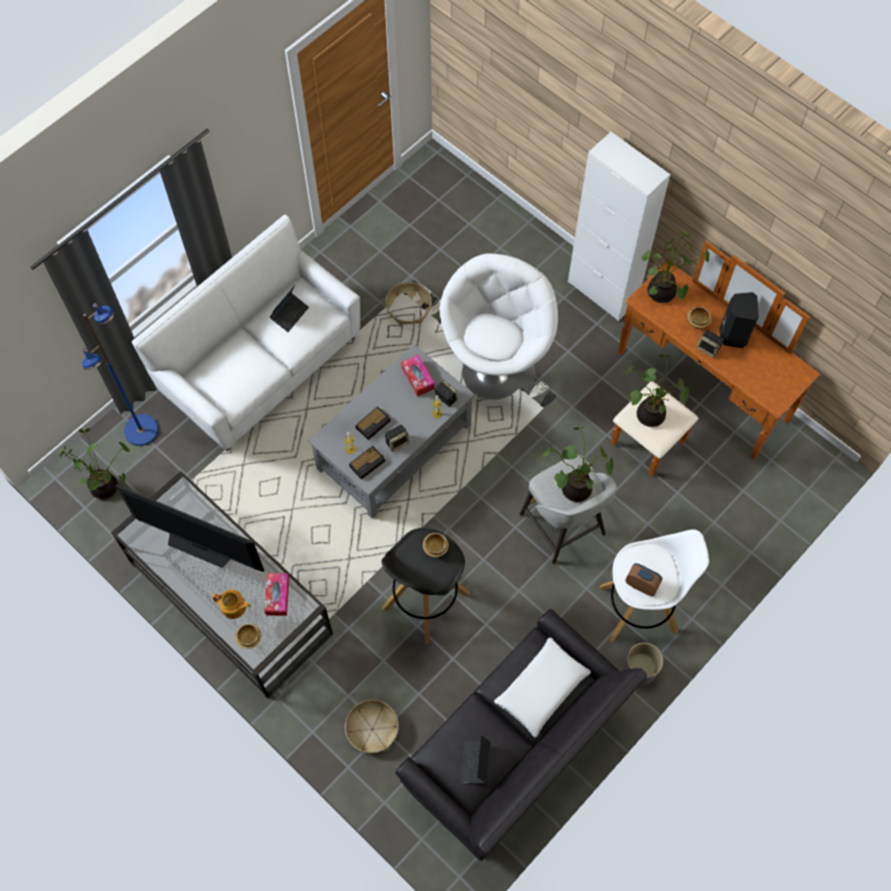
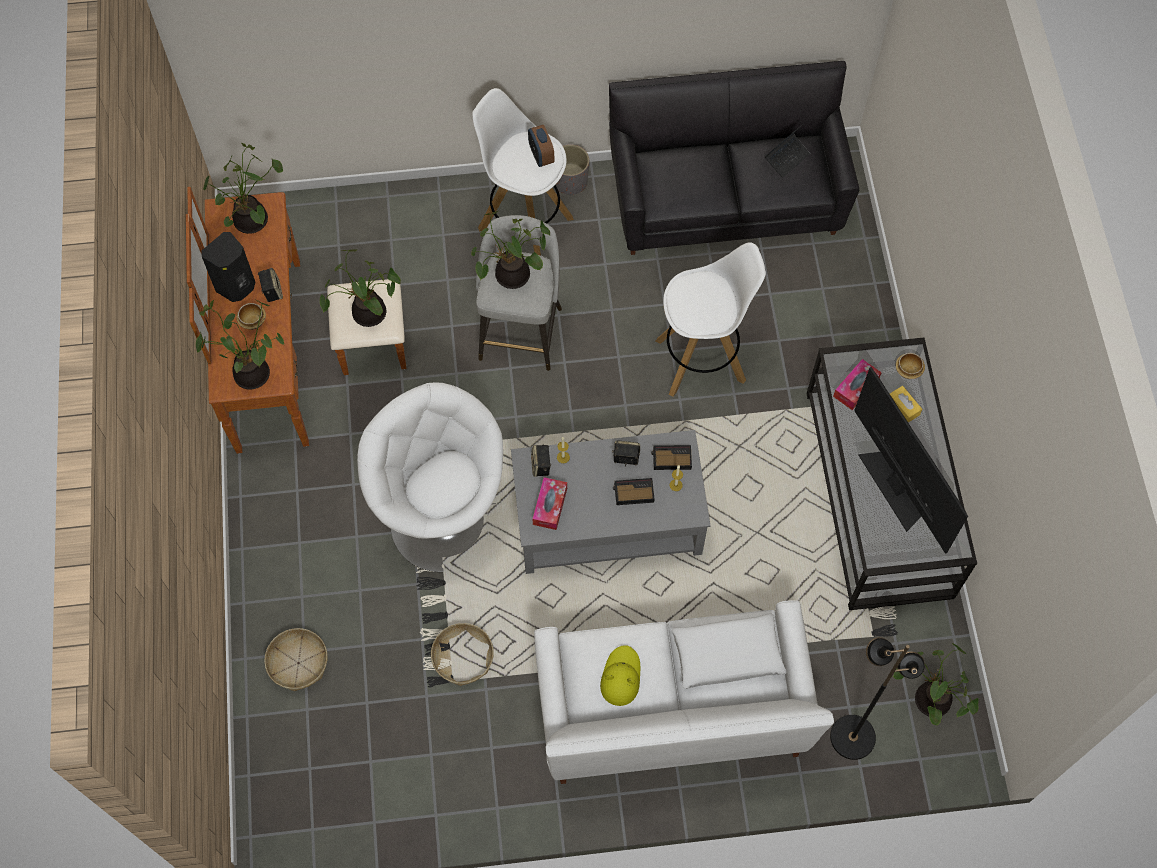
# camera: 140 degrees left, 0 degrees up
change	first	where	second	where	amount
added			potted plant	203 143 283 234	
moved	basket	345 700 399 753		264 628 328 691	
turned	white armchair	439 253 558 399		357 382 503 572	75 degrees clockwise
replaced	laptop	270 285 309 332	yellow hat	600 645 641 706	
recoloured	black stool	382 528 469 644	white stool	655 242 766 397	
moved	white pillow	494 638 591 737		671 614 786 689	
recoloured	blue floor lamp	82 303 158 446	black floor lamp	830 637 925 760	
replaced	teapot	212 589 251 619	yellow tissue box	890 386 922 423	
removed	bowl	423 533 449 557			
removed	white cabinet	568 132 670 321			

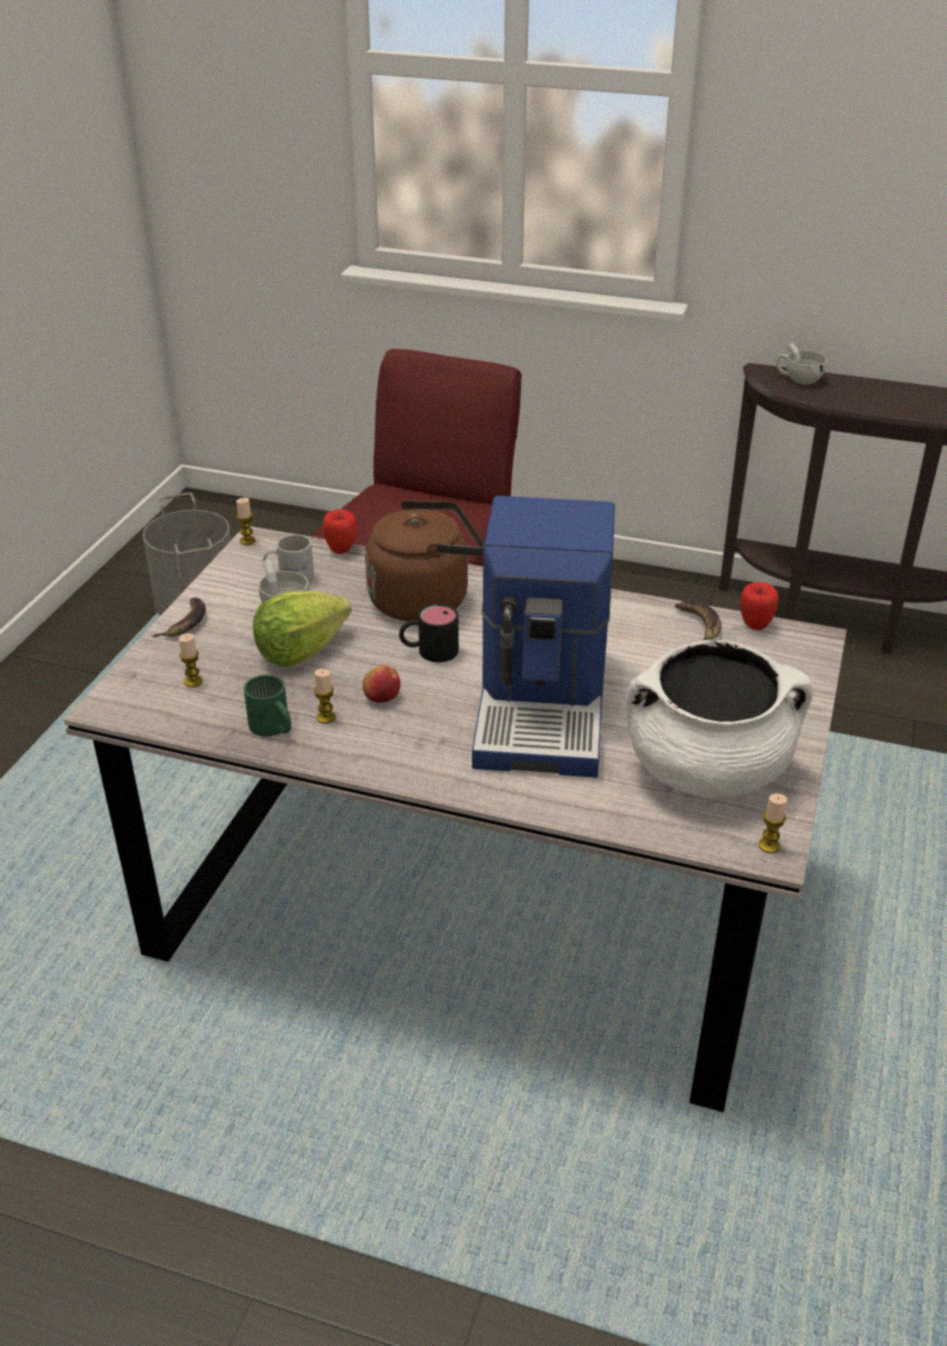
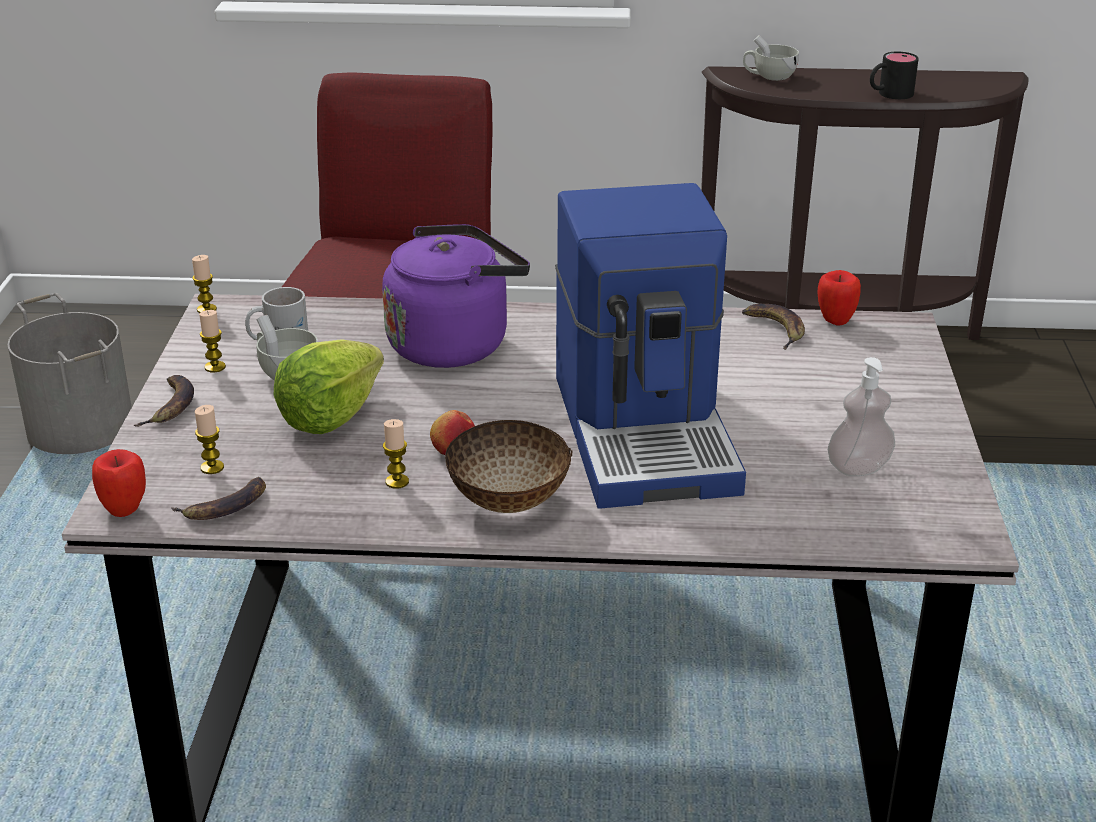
# camera: 15 degrees left, 5 degrees down
change	first	where	second	where	amount
moved	apple	323 509 357 554		92 449 146 517	
added			banana	171 477 266 520	
moved	candle	758 794 787 853		199 310 226 373	
recoloured	brown kettle	365 500 484 621	purple kettle	382 224 530 368	
added			bowl	445 420 573 513	
replaced	white cooking pot	625 640 813 797	soap dispenser	828 357 895 476	
moved	black mug	399 604 459 662		870 52 919 99	
removed	green mug	244 675 291 737			

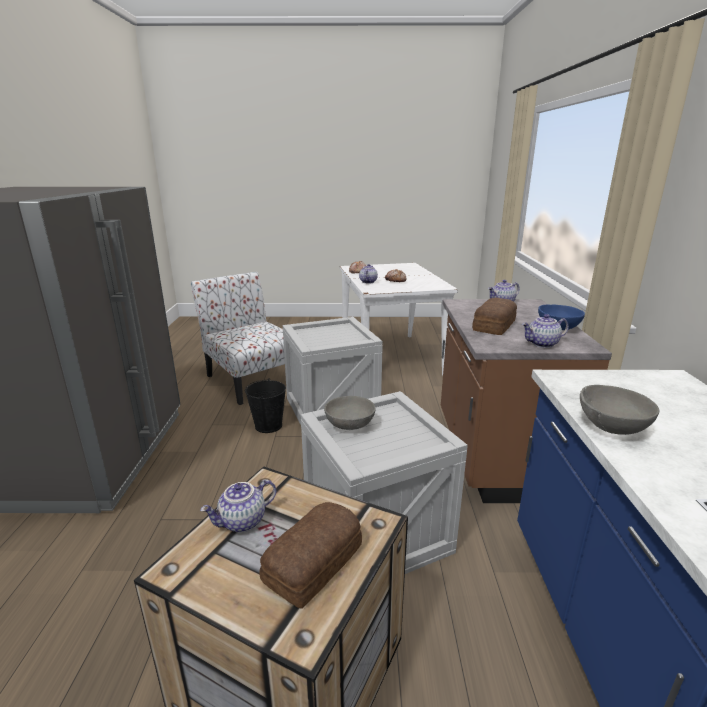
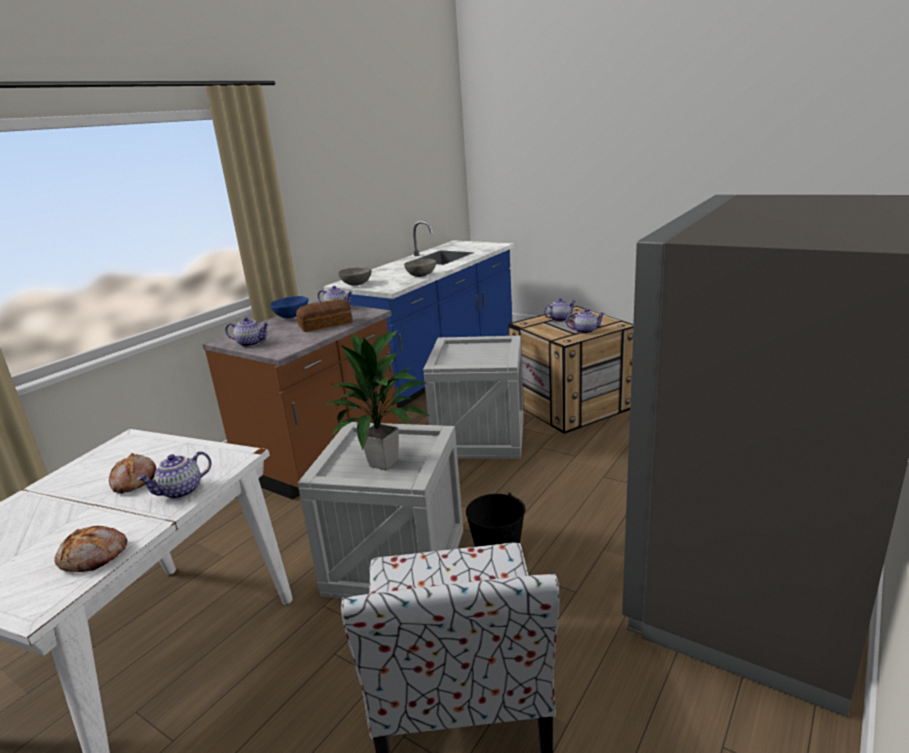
# camera: 145 degrees left, 0 degrees up
change	first	where	second	where	amount
added			potted plant	324 331 431 470	
moved	grey bowl	324 396 375 430		338 267 372 286	
replaced	bread	259 502 362 609	teapot	544 298 575 321	

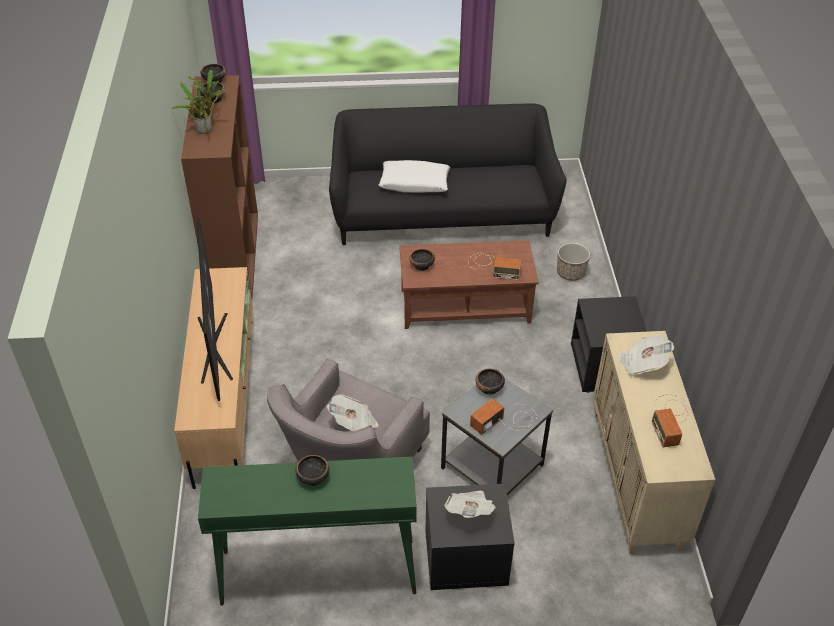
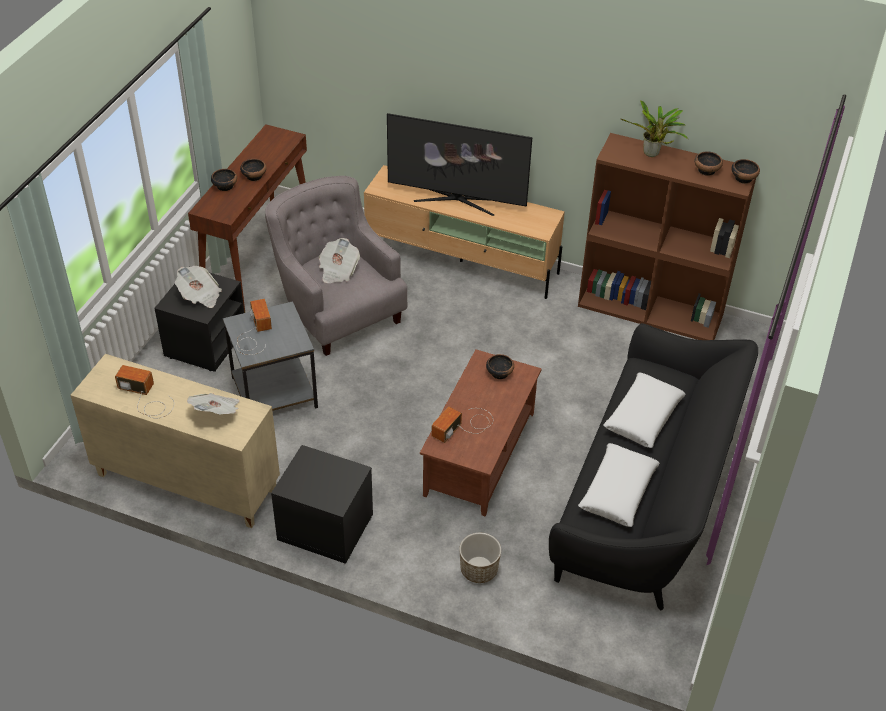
# camera: 115 degrees right, 0 degrees up
change	first	where	second	where	amount
recoloured	green console table	198 457 417 606	brown console table	188 124 307 313	
moved	bowl	475 368 505 395		211 169 237 191	
added			white pillow	578 443 660 527	

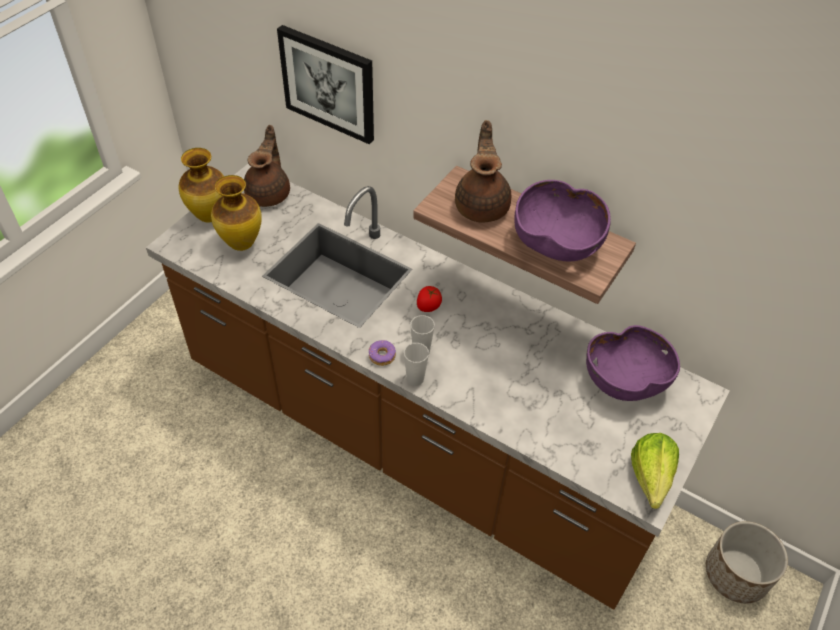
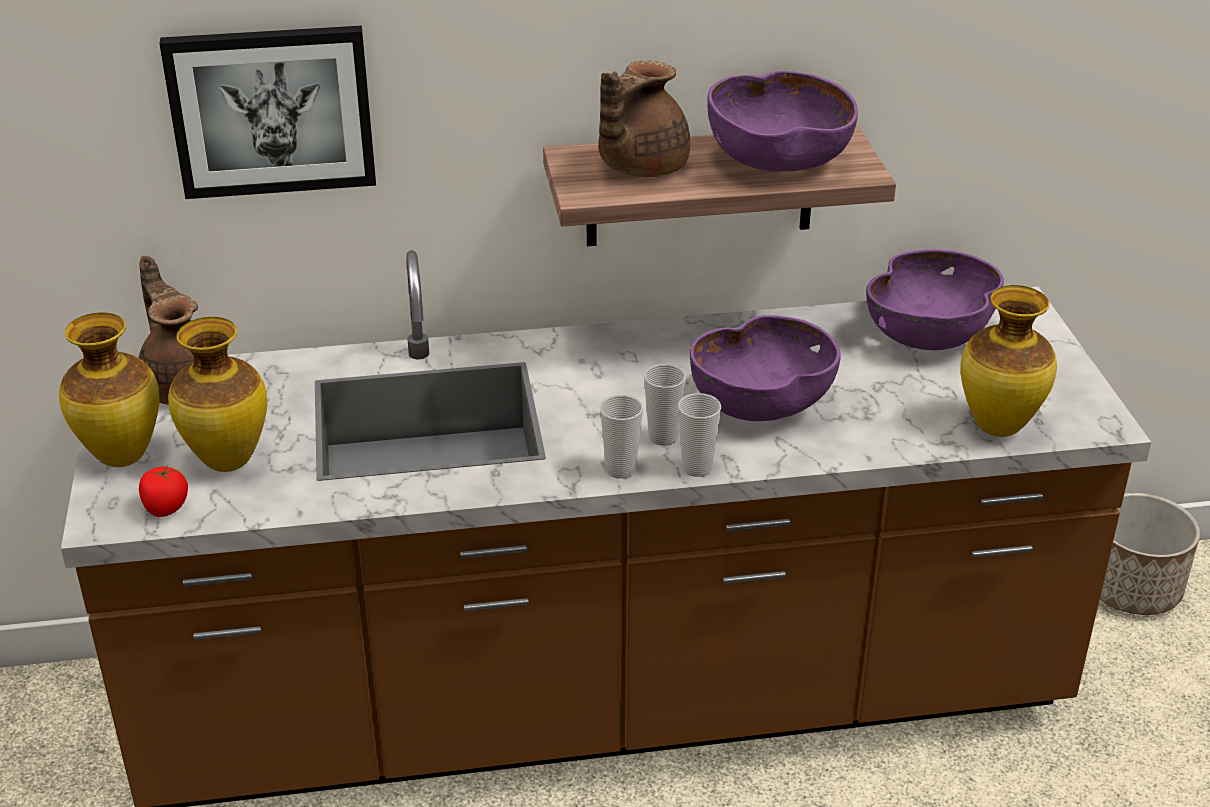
# camera: 40 degrees left, 15 degrees down
change	first	where	second	where	amount
moved	tomato	417 286 442 312		139 465 188 517	
turned	brown teapot	455 120 511 223		598 61 690 177	105 degrees counterclockwise
replaced	donut	369 340 396 366	cup	600 395 643 479	
added			purple bowl	690 315 841 421	
added			vase	961 285 1057 437	
removed	lettuce	631 433 679 509			

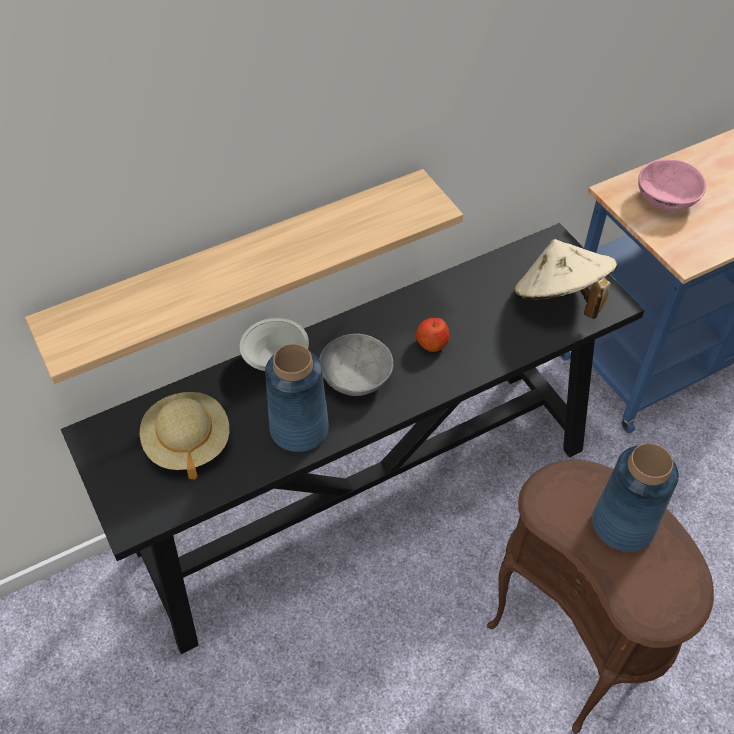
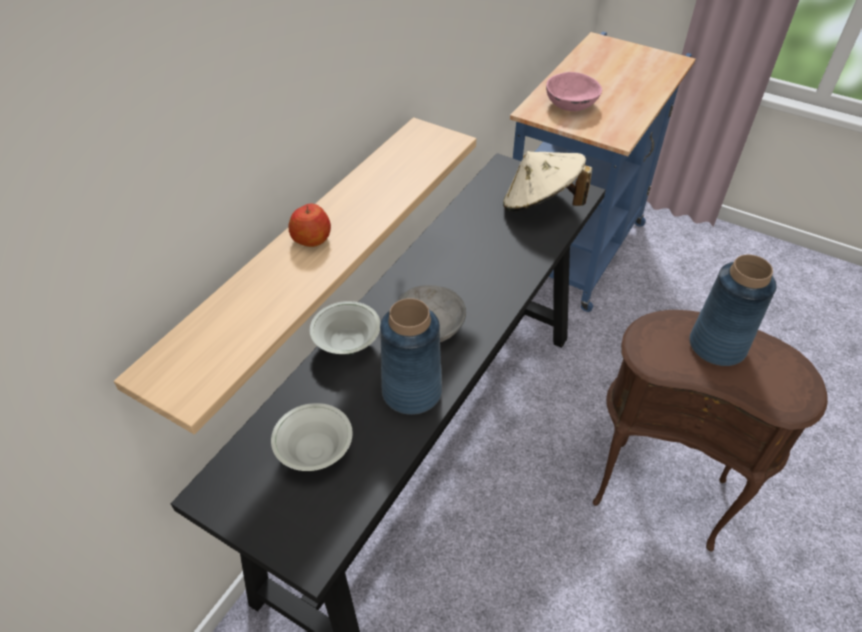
# camera: 30 degrees left, 5 degrees down
change	first	where	second	where	amount
replaced	beige hat	140 392 229 479	white bowl	271 403 353 471	
moved	apple	416 318 449 352		289 204 331 247	

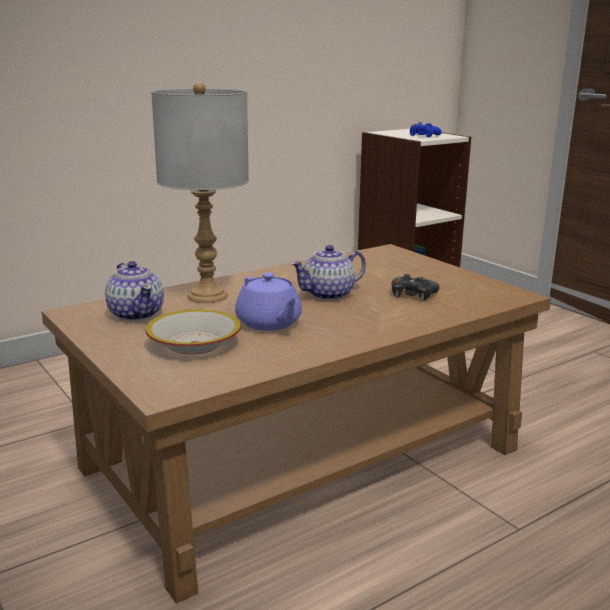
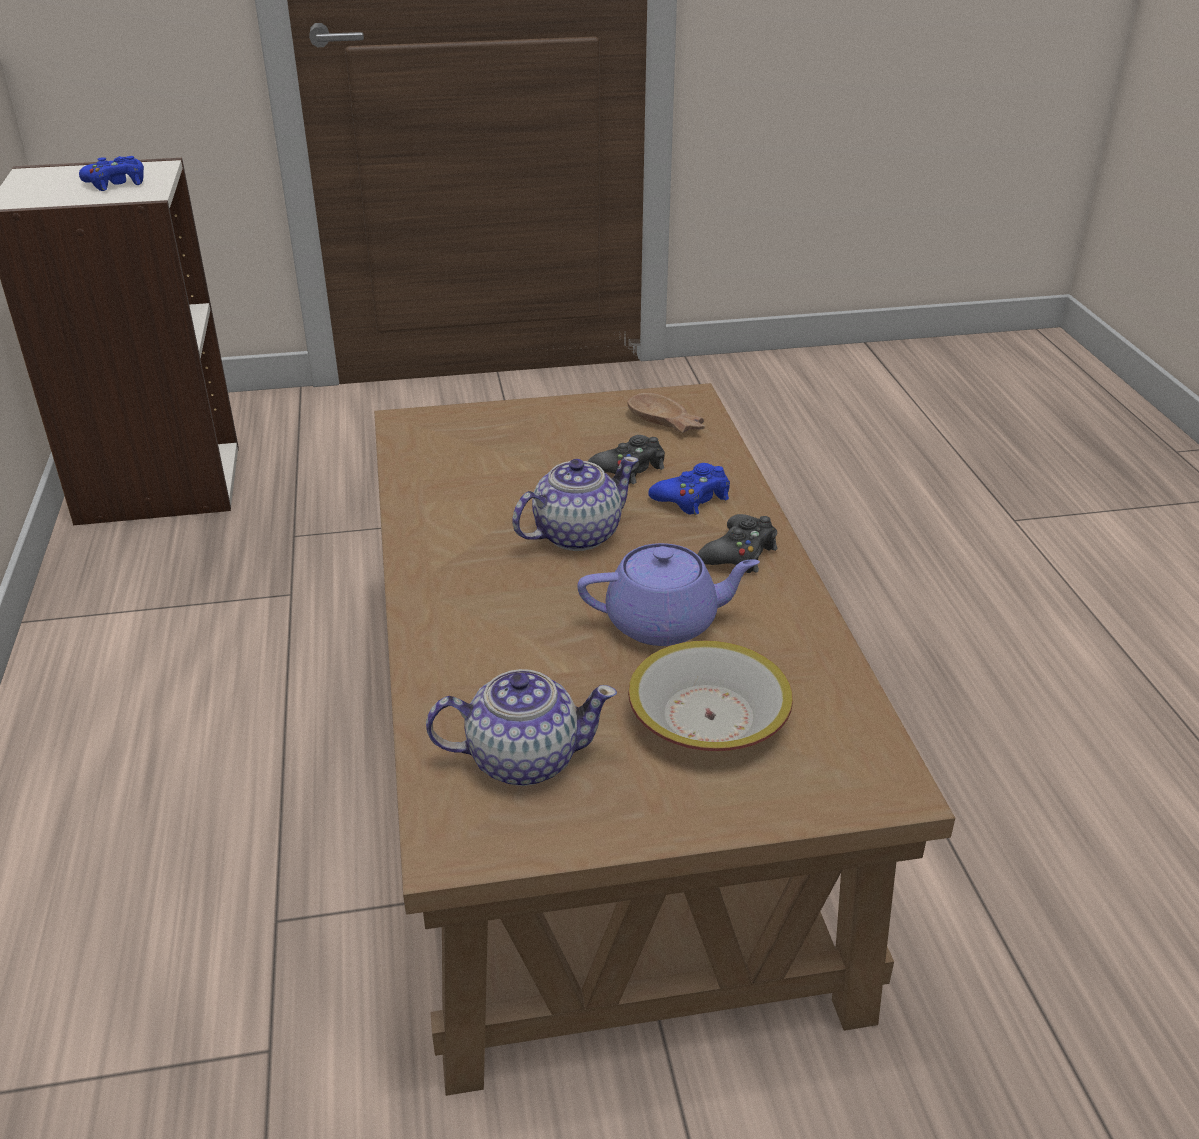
# camera: 65 degrees left, 15 degrees up
change	first	where	second	where	amount
turned	teapot	290 245 366 300		512 456 638 551	120 degrees counterclockwise
added			brown bowl	628 392 705 433	
added			blue game controller	648 463 730 515	
added			black game controller	697 514 777 573	
removed	grey table lamp	151 82 249 303			

